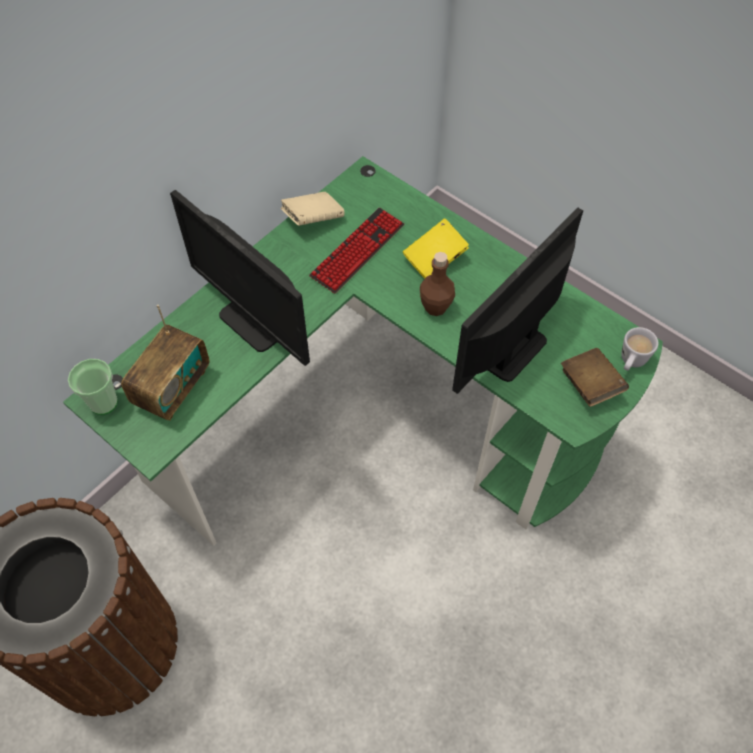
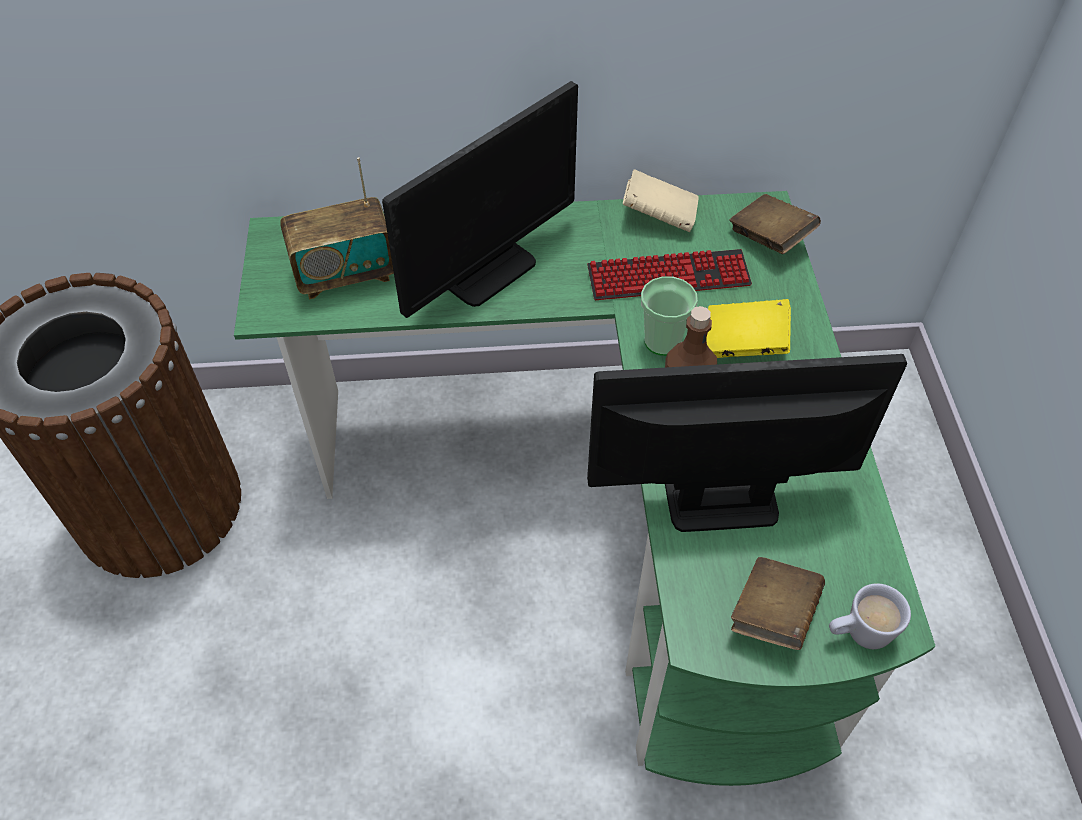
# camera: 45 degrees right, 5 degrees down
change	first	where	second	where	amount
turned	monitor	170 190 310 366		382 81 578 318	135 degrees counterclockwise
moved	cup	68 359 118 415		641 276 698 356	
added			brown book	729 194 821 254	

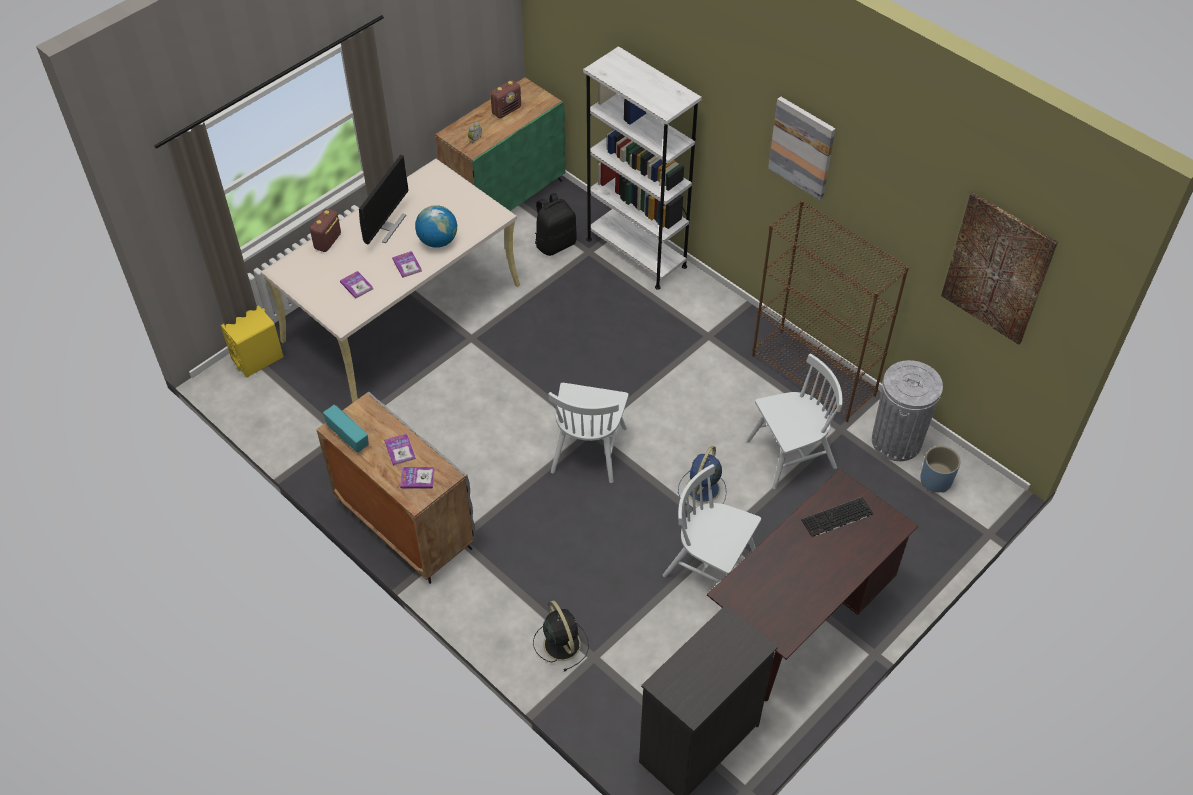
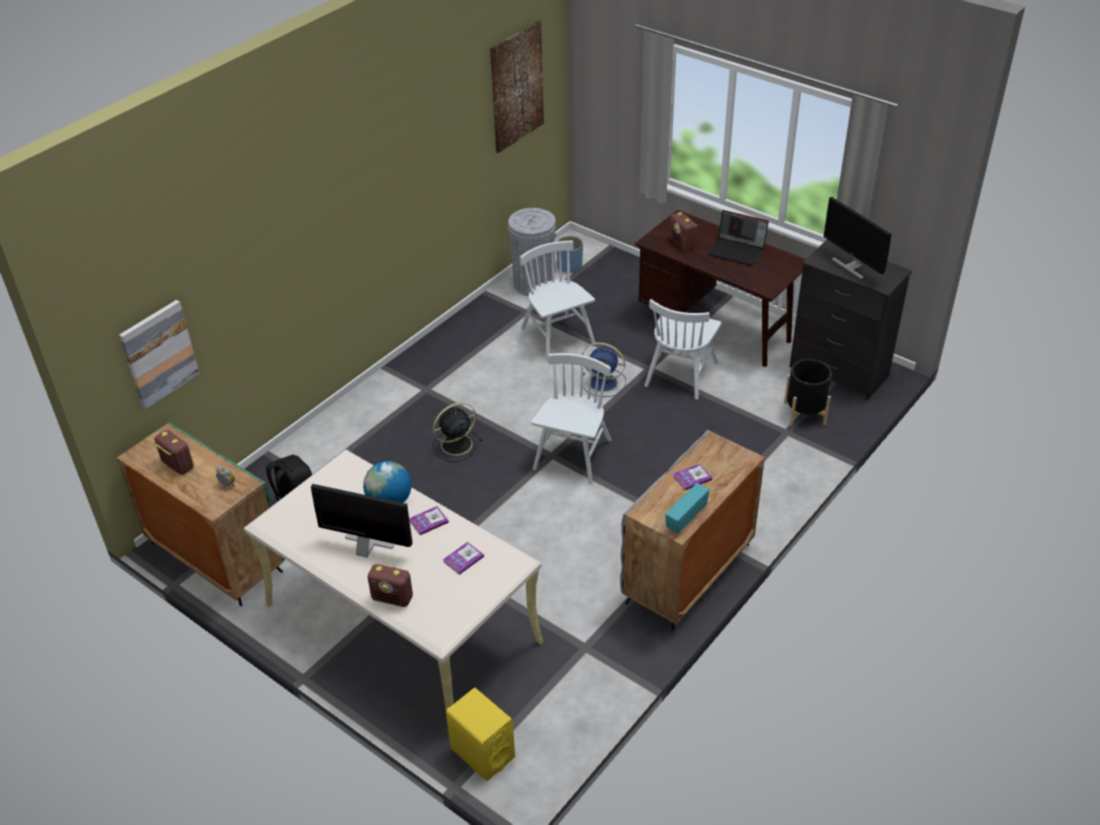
# camera: 95 degrees left, 10 degrees down
change	first	where	second	where	amount
moved	picture	768 97 835 200		119 300 200 409	
moved	black fan	533 600 589 672		433 402 482 462	
turned	white chair	548 383 629 483		531 353 611 484	75 degrees counterclockwise
replaced	keyboard	801 497 874 537	radio	670 212 697 250	
added			laptop	708 210 769 266	
added			black planter	784 359 832 426	
added			monitor	823 197 891 279	
removed	book	400 467 435 489			
removed	white bookcase	583 46 702 290			
removed	brown bookcase	752 200 909 422			

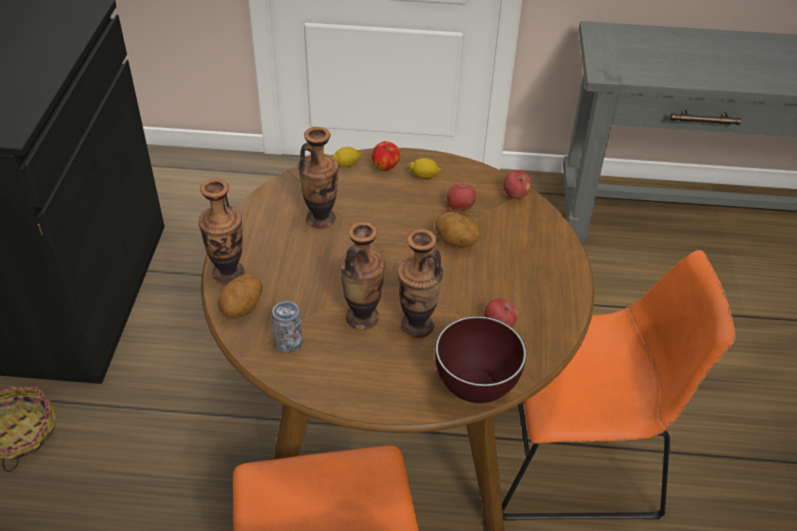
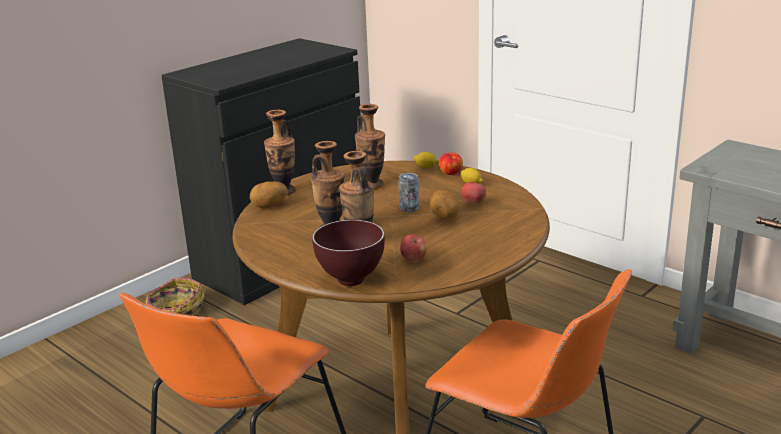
# camera: 40 degrees right, 20 degrees down
change	first	where	second	where	amount
moved	can	271 301 303 353		398 173 420 213	
removed	apple	504 170 532 199			

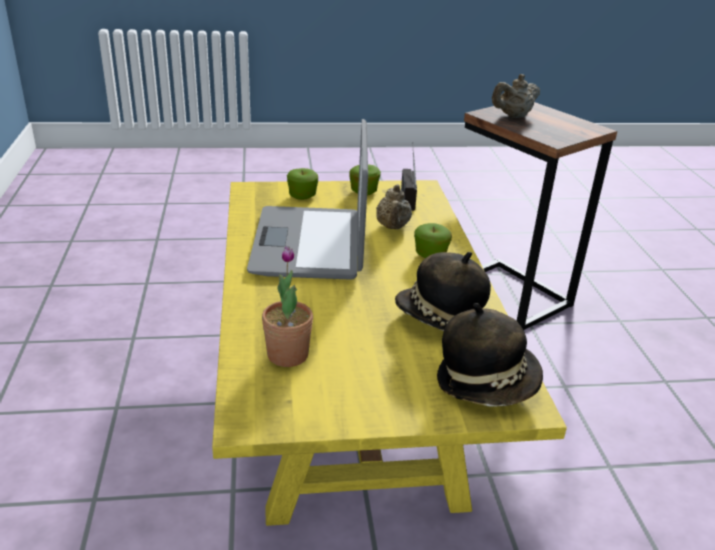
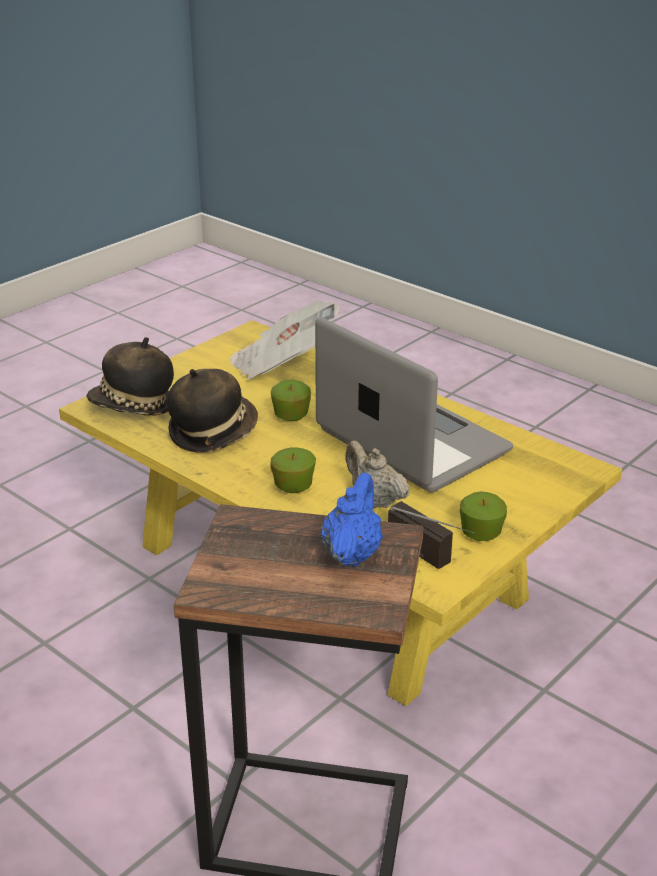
# camera: 140 degrees right, 0 degrees up
change	first	where	second	where	amount
replaced	potted plant	262 246 313 367	newspaper	230 300 340 380	
moved	apple	287 168 318 200		271 380 311 421	
recoloured	beige teapot	492 74 540 118	blue teapot	321 473 383 566	

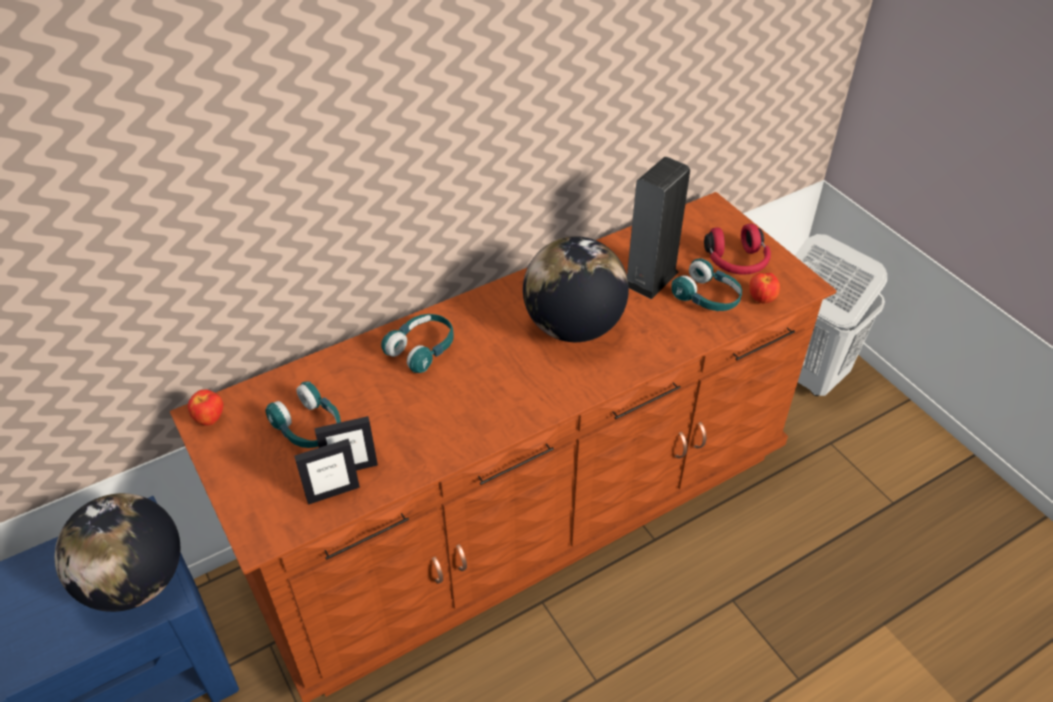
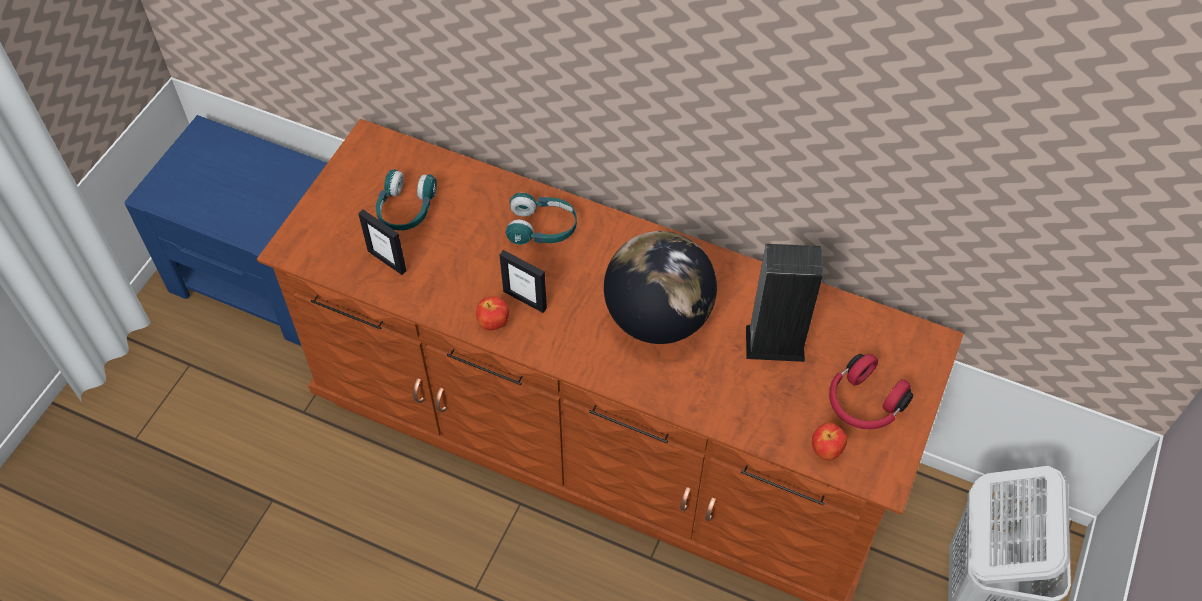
# camera: 55 degrees right, 10 degrees up
change	first	where	second	where	amount
moved	apple	188 389 223 426		476 296 509 331	
moved	picture frame	294 439 360 505		499 250 547 313	
removed	globe	55 493 180 612			
removed	turquoise headphones	672 258 742 311			

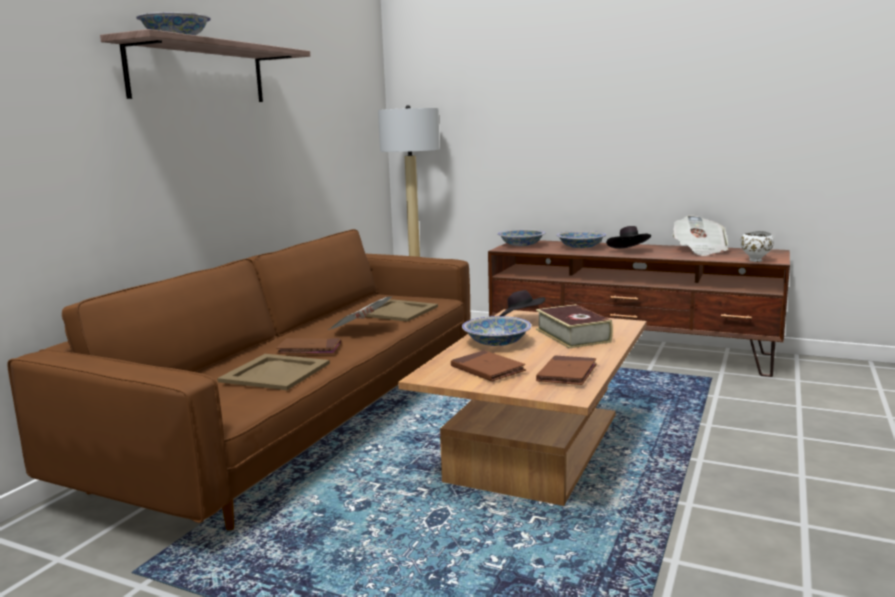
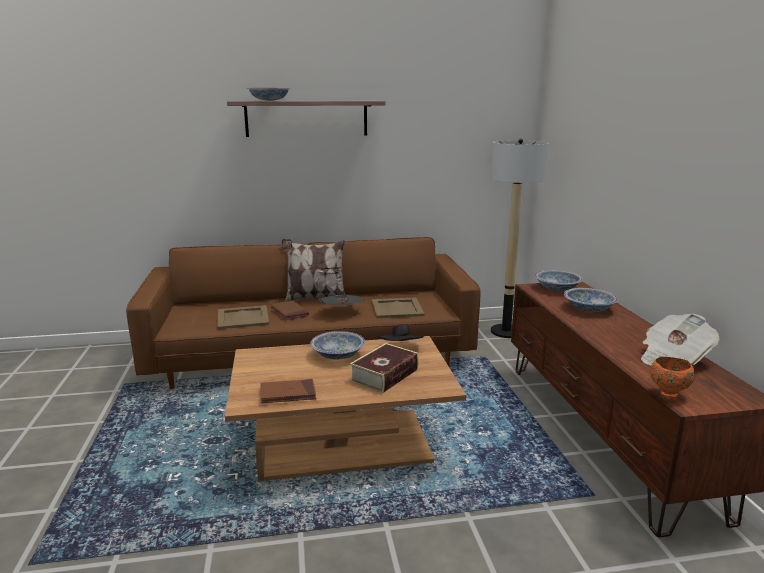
# camera: 55 degrees right, 5 degrees up
change	first	where	second	where	amount
added			pillow	281 239 345 302	
recoloured	white bowl	741 231 774 262	orange bowl	650 357 695 398	
removed	brown book	451 350 526 381			
removed	black hat	606 226 651 249			

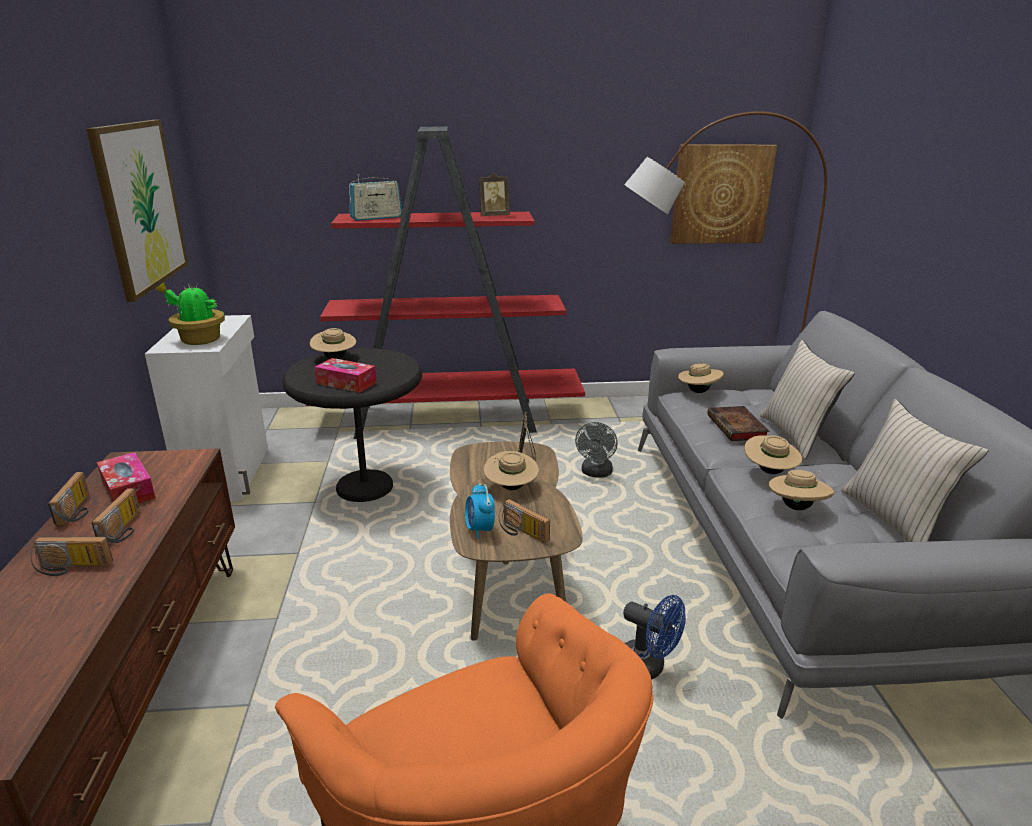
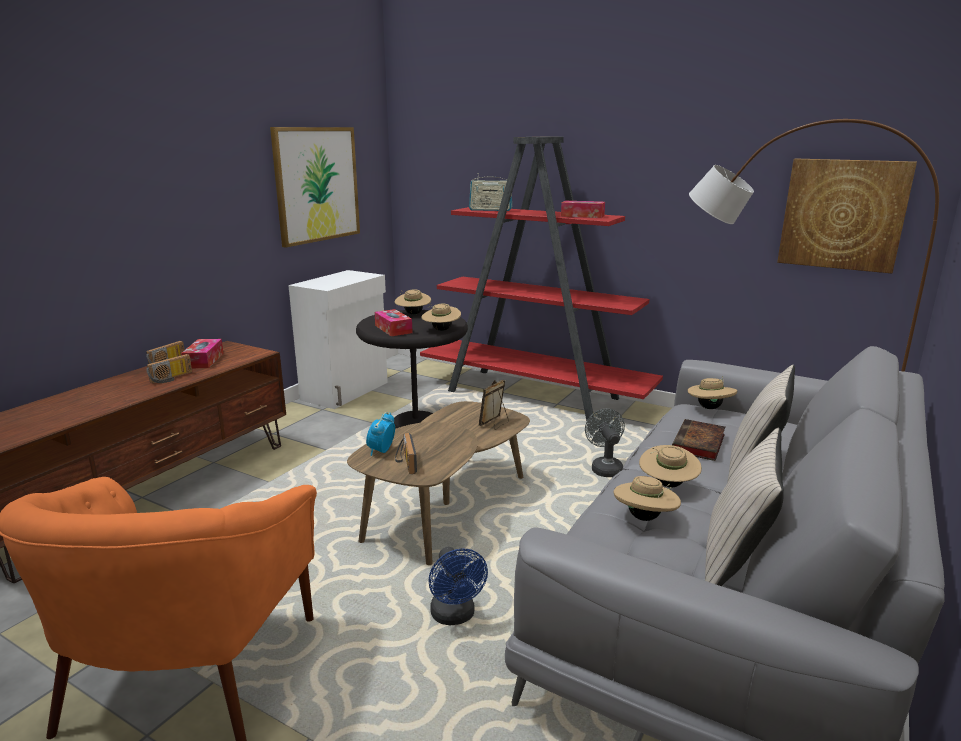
# camera: 35 degrees right, 5 degrees down
change	first	where	second	where	amount
moved	beige hat	484 451 539 490		421 304 461 331	
replaced	picture frame	479 172 510 216	tissue box	561 201 605 218	
turned	grey fan	575 422 618 478		585 409 625 477	120 degrees clockwise
removed	radio	31 537 113 576			
removed	potted plant	155 282 225 345			

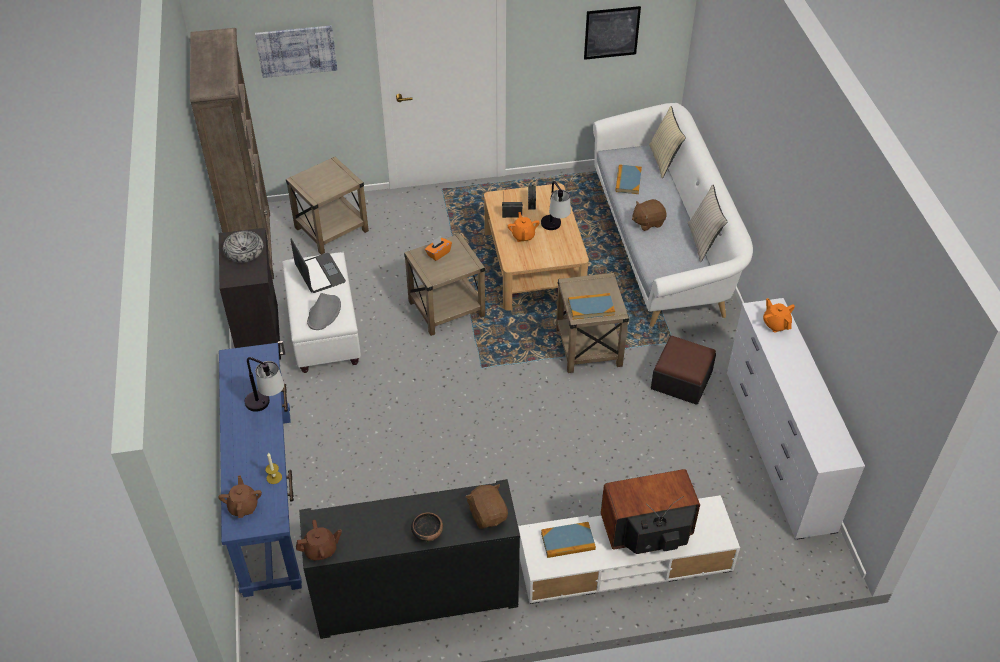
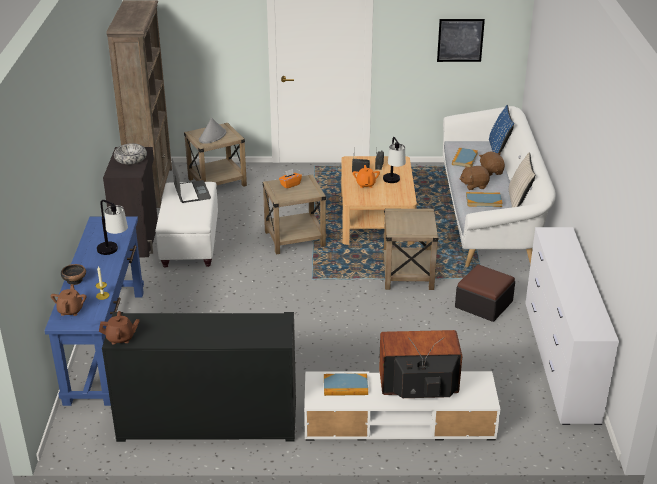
# camera: 10 degrees right, 15 degrees down
change	first	where	second	where	amount
moved	bowl	411 512 443 542		61 264 86 285	
moved	grey hat	307 293 341 330		199 118 226 144	
moved	book	568 293 615 320		466 192 503 207	
moved	brown plush toy	465 484 508 529		479 152 505 176	
recoloured	beige pillow	649 106 686 178	blue pillow	489 105 514 153	
removed	picture	255 25 337 78			
removed	orange teapot	763 298 795 333			

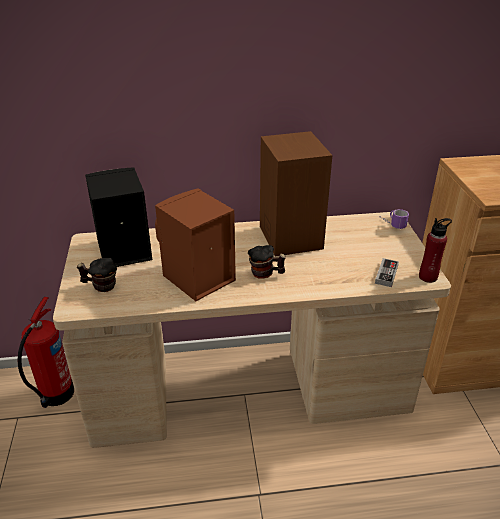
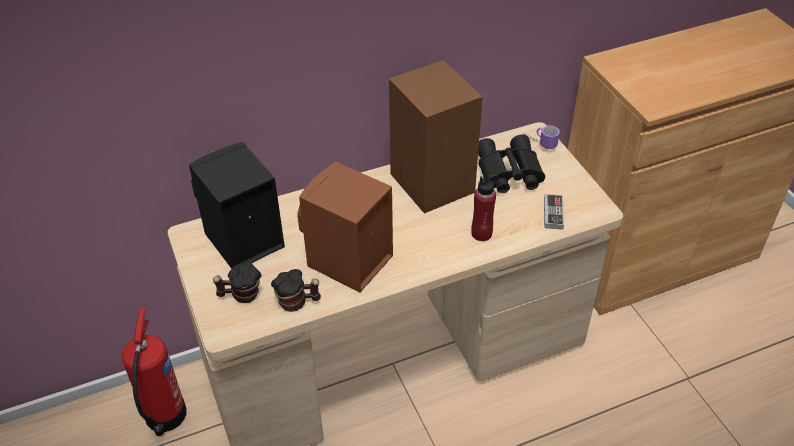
# camera: 15 degrees left, 10 degrees up
change	first	where	second	where	amount
moved	mug	248 245 286 279		271 269 321 312	
moved	red bottle	419 218 452 283		471 174 498 241	
added			black binoculars	478 135 545 193	

